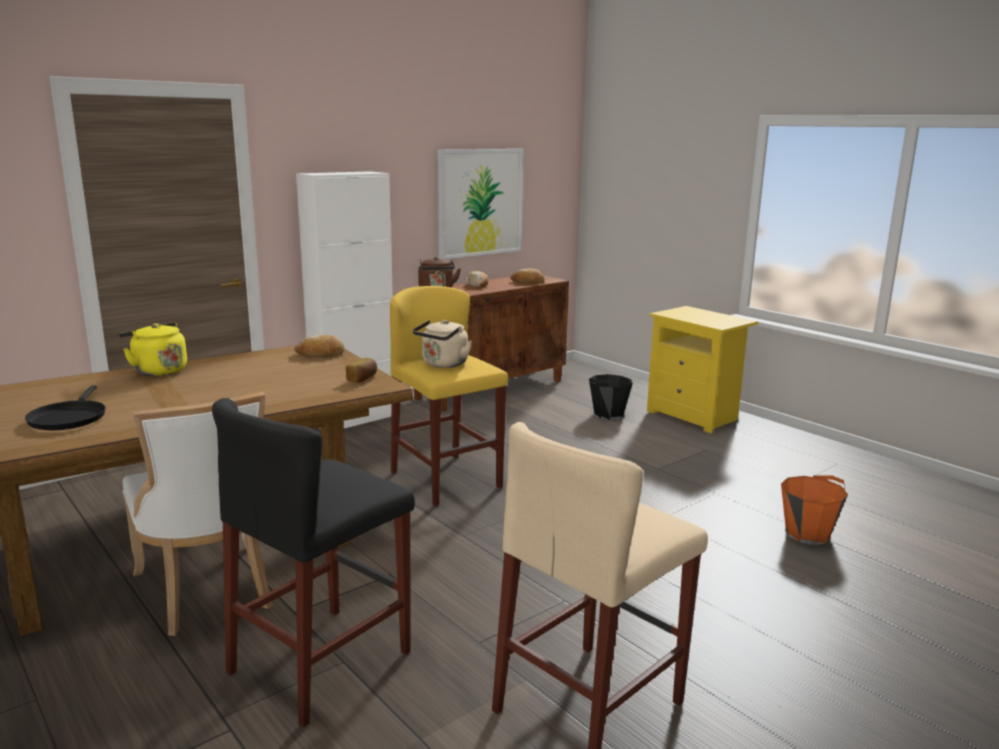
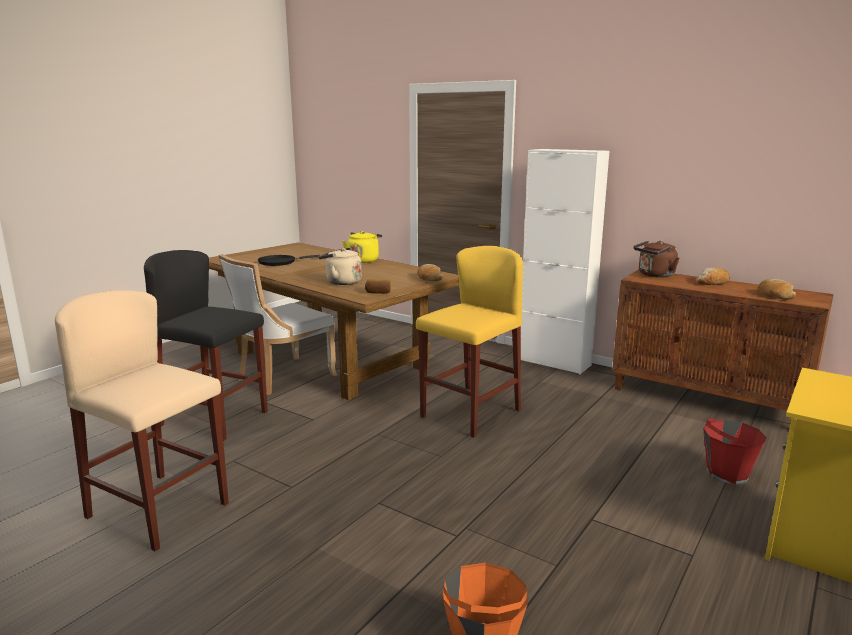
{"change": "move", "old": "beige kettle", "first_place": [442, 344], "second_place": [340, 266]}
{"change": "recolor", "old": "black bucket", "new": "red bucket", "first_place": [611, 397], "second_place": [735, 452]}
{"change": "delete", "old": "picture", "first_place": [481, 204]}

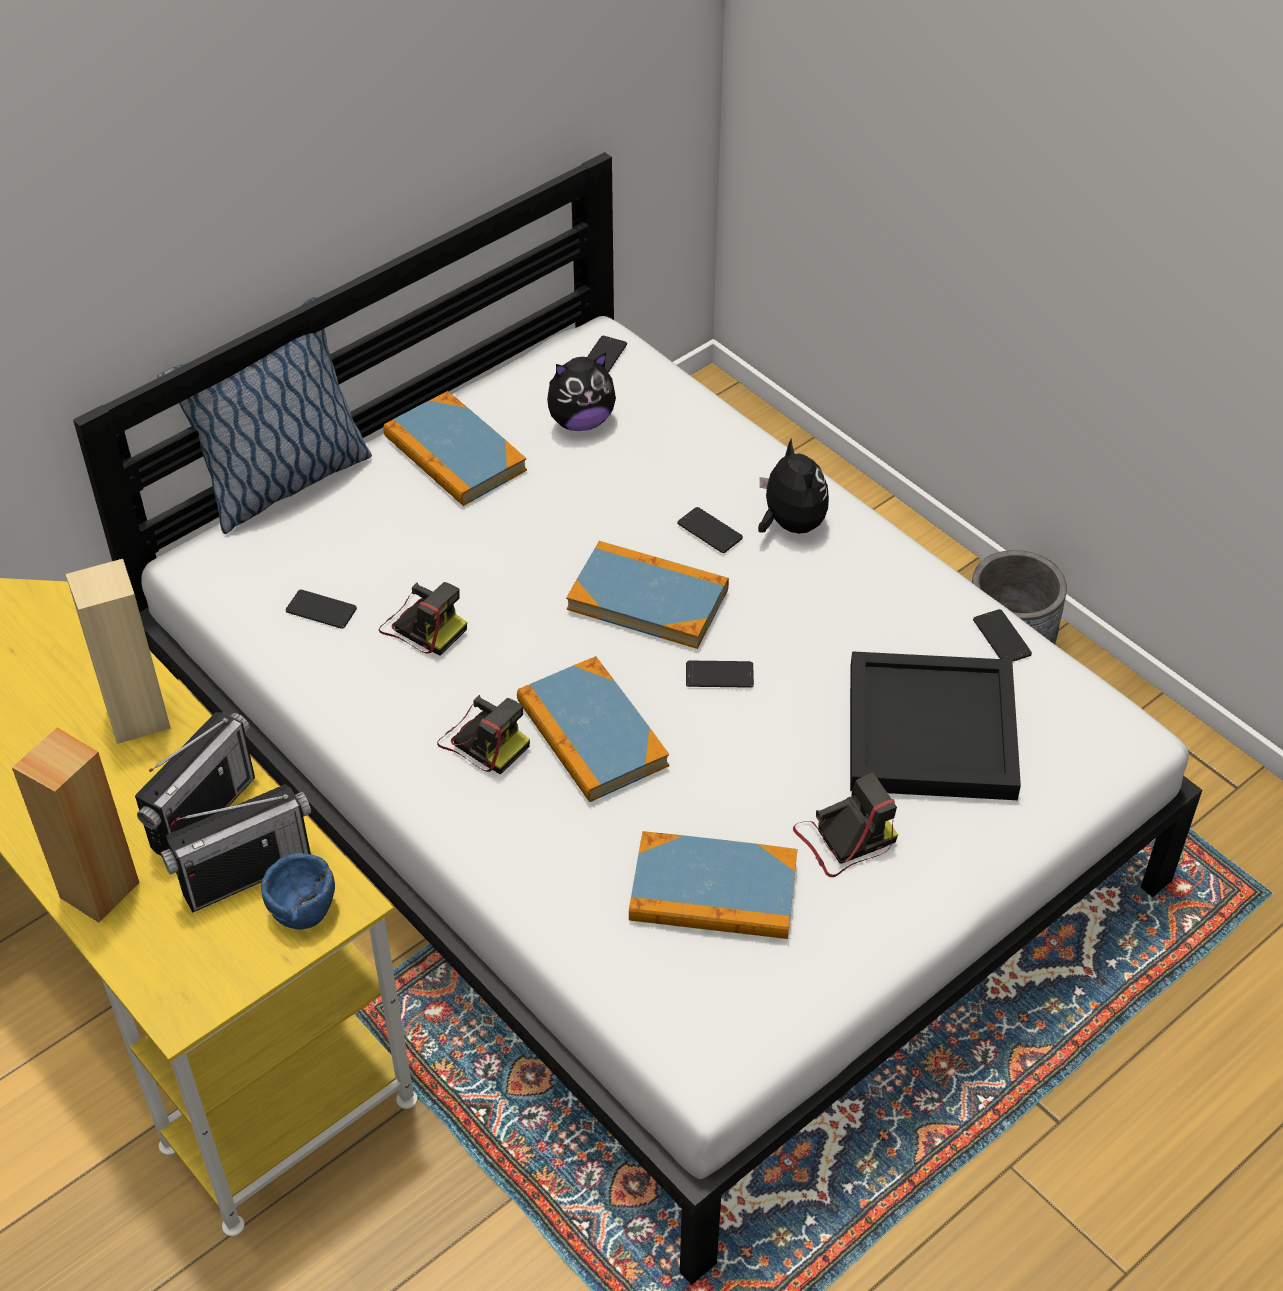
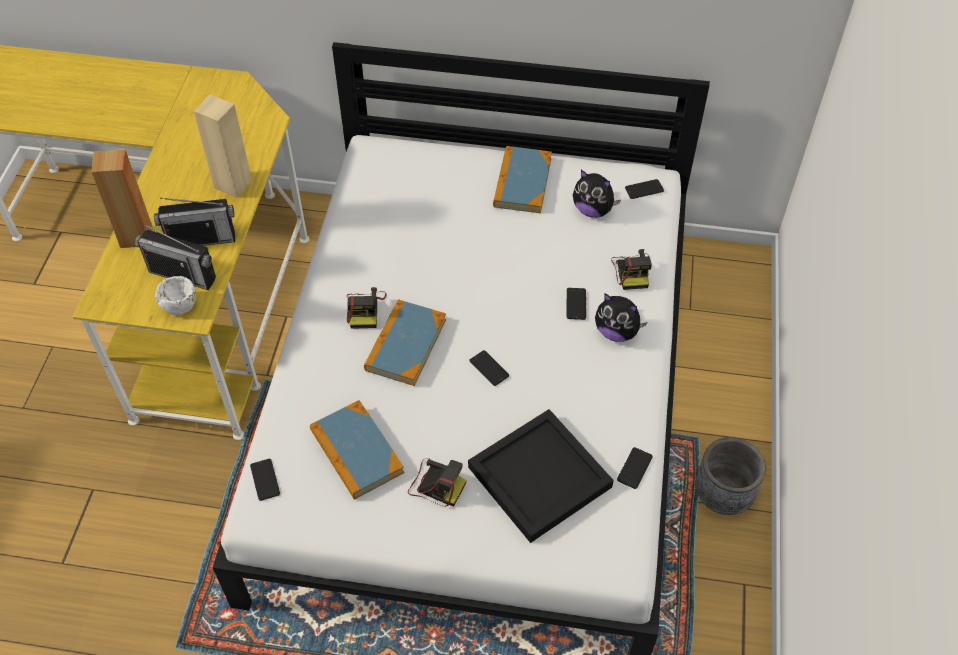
{"change": "recolor", "old": "blue bowl", "new": "white bowl", "first_place": [298, 891], "second_place": [175, 295]}
{"change": "move", "old": "phone", "first_place": [321, 609], "second_place": [265, 480]}
{"change": "rotate", "old": "plush toy", "first_place": [793, 486], "second_place": [621, 317], "degrees": 90}
{"change": "move", "old": "photo camera", "first_place": [423, 619], "second_place": [631, 269]}
{"change": "delete", "old": "pillow", "first_place": [264, 415]}
{"change": "delete", "old": "book", "first_place": [647, 595]}

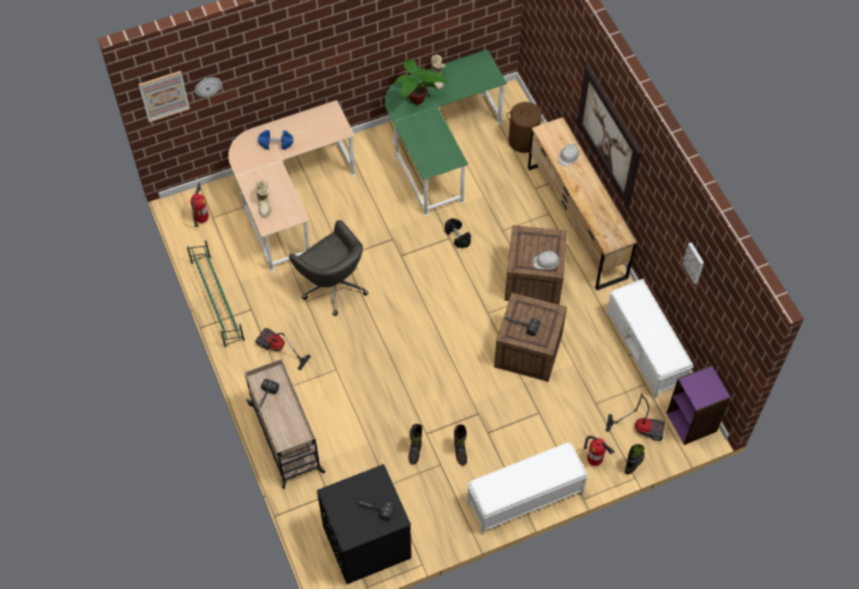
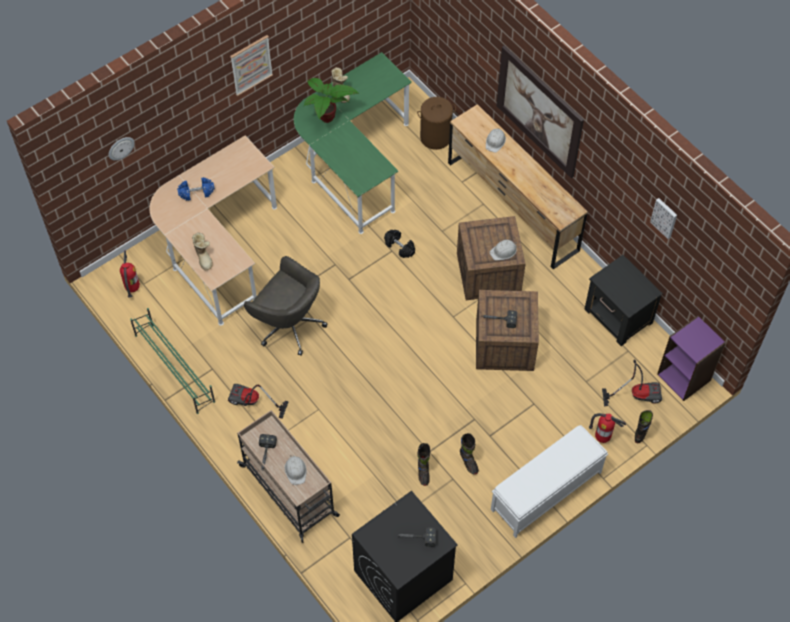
{"change": "move", "old": "picture", "first_place": [164, 96], "second_place": [251, 65]}
{"change": "insert", "new": "white hard hat", "second_place": [296, 470]}
{"change": "replace", "old": "white bench", "new": "black nightstand", "first_place": [650, 339], "second_place": [624, 300]}

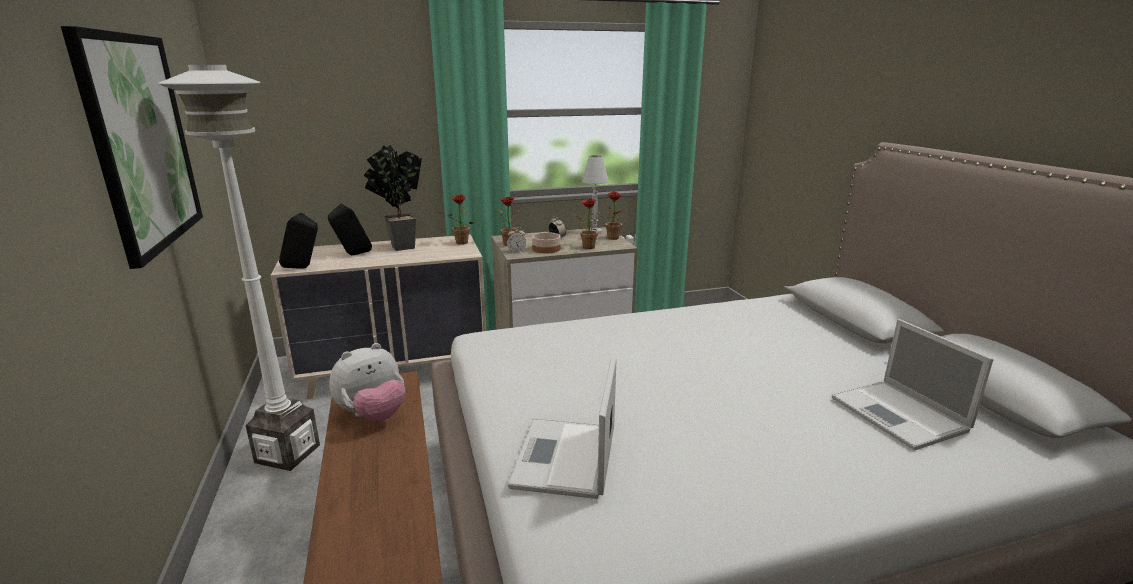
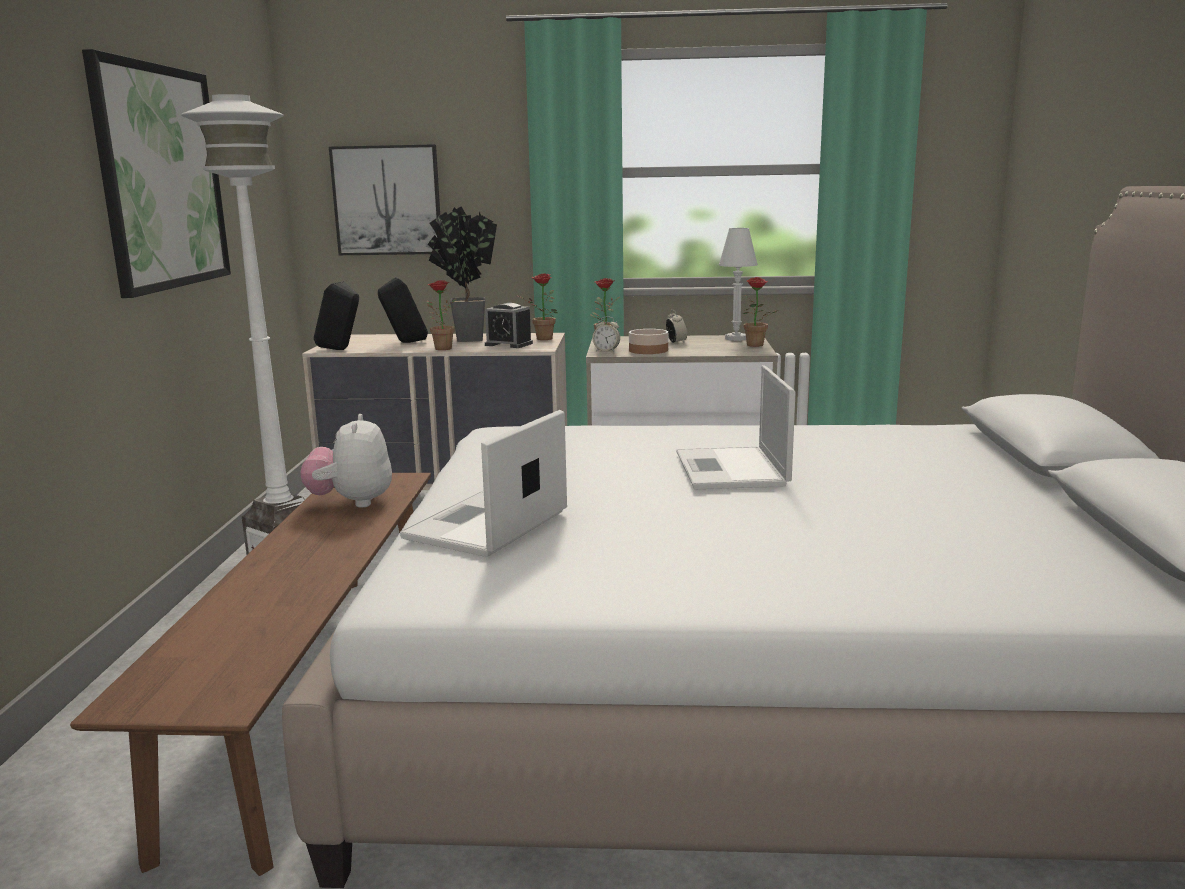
{"change": "rotate", "old": "plush toy", "first_place": [367, 382], "second_place": [346, 461], "degrees": 105}
{"change": "insert", "new": "picture", "second_place": [384, 199]}
{"change": "move", "old": "potted plant", "first_place": [586, 224], "second_place": [441, 315]}
{"change": "insert", "new": "alarm clock", "second_place": [509, 325]}
{"change": "move", "old": "laptop", "first_place": [912, 384], "second_place": [736, 427]}

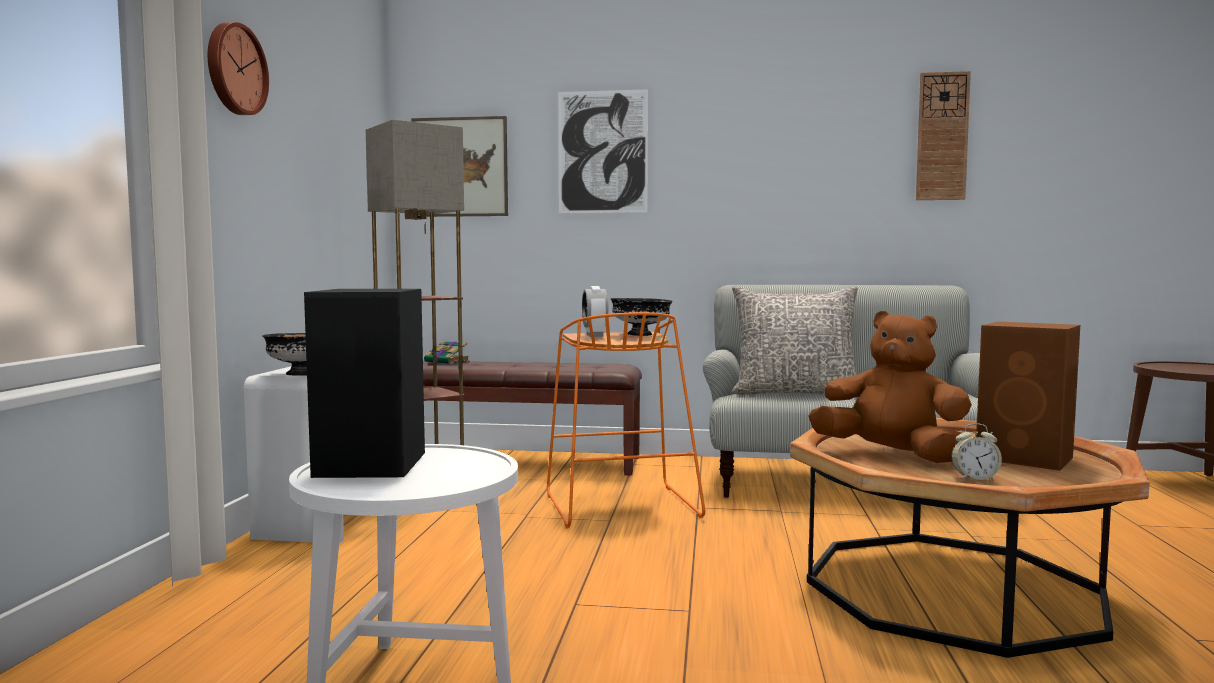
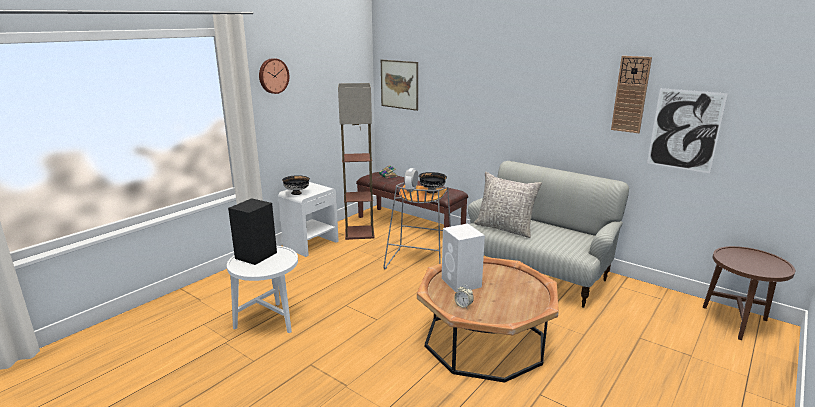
{"change": "recolor", "old": "orange stool", "new": "grey stool", "first_place": [626, 420], "second_place": [417, 226]}
{"change": "replace", "old": "brown plush toy", "new": "white speaker", "first_place": [890, 387], "second_place": [463, 258]}
{"change": "move", "old": "picture", "first_place": [603, 151], "second_place": [687, 130]}
{"change": "delete", "old": "brown speaker", "first_place": [1028, 396]}

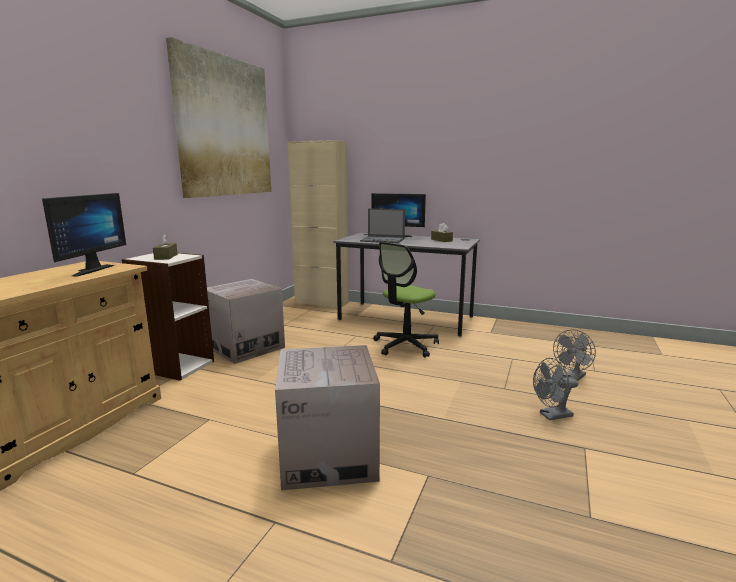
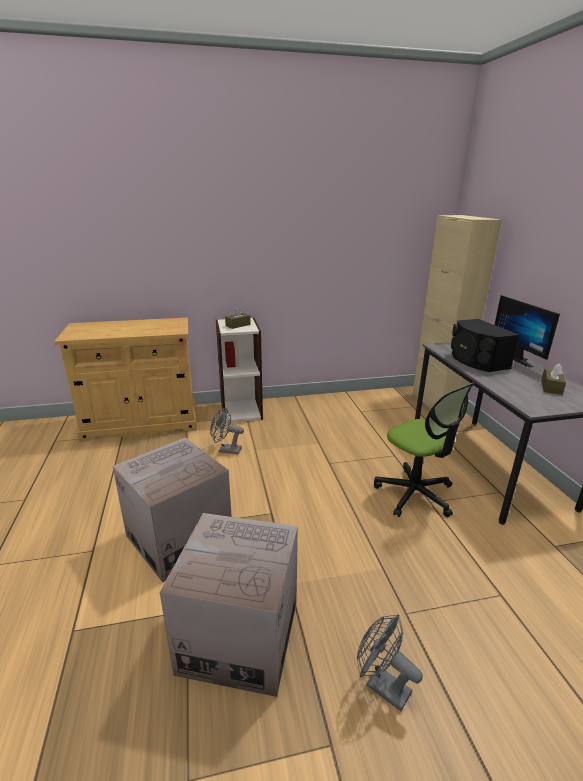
{"change": "move", "old": "cardboard box", "first_place": [246, 321], "second_place": [229, 605]}
{"change": "move", "old": "grey fan", "first_place": [574, 355], "second_place": [227, 431]}
{"change": "rotate", "old": "office chair", "first_place": [406, 300], "second_place": [424, 450], "degrees": -135}
{"change": "replace", "old": "laptop", "new": "black speaker", "first_place": [382, 225], "second_place": [485, 345]}
{"change": "delete", "old": "monitor", "first_place": [84, 235]}
{"change": "delete", "old": "picture", "first_place": [218, 117]}

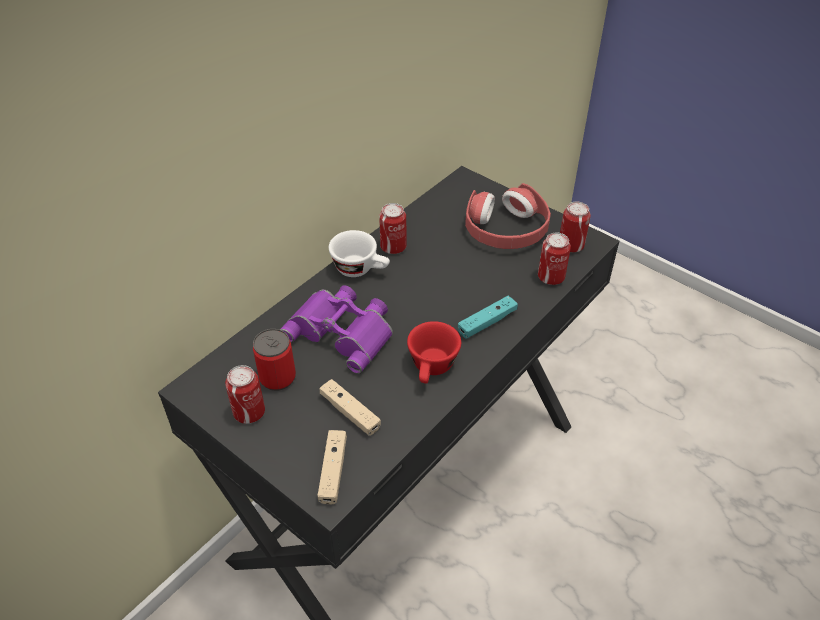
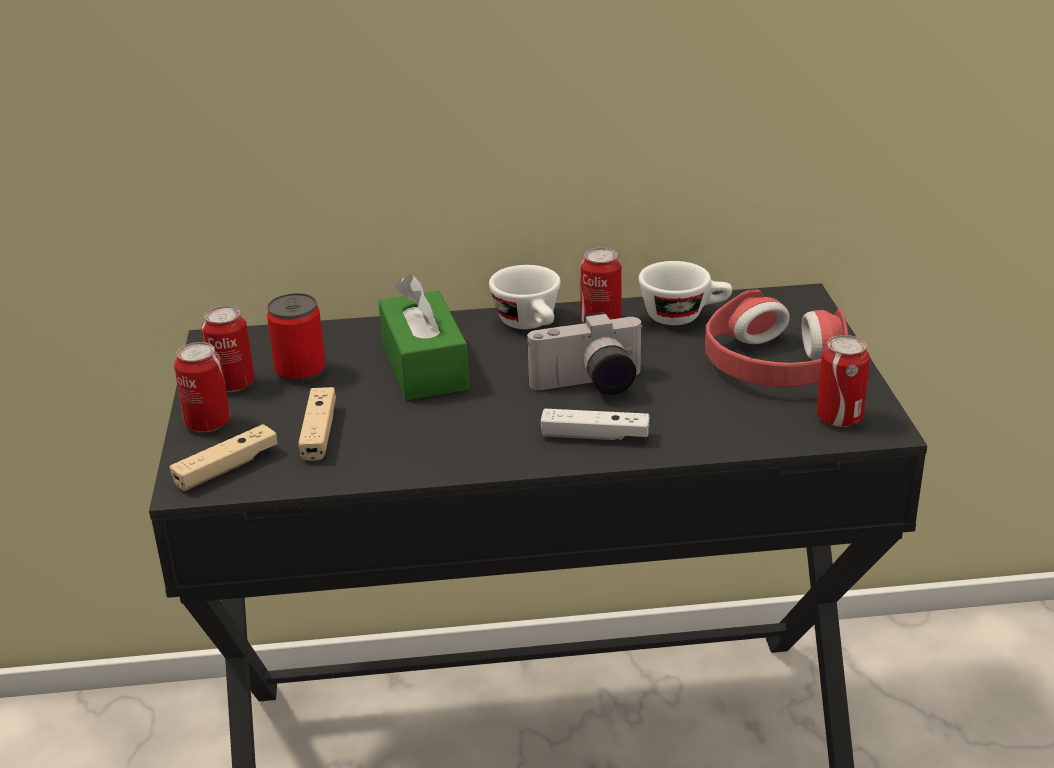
{"change": "move", "old": "can", "first_place": [554, 259], "second_place": [202, 387]}
{"change": "replace", "old": "purple binoculars", "new": "green tissue box", "first_place": [336, 329], "second_place": [423, 337]}
{"change": "insert", "new": "photo camera", "second_place": [585, 353]}
{"change": "recolor", "old": "turquoise game controller", "new": "white game controller", "first_place": [488, 317], "second_place": [595, 424]}
{"change": "insert", "new": "white cup", "second_place": [685, 293]}
{"change": "delete", "old": "red cup", "first_place": [434, 352]}

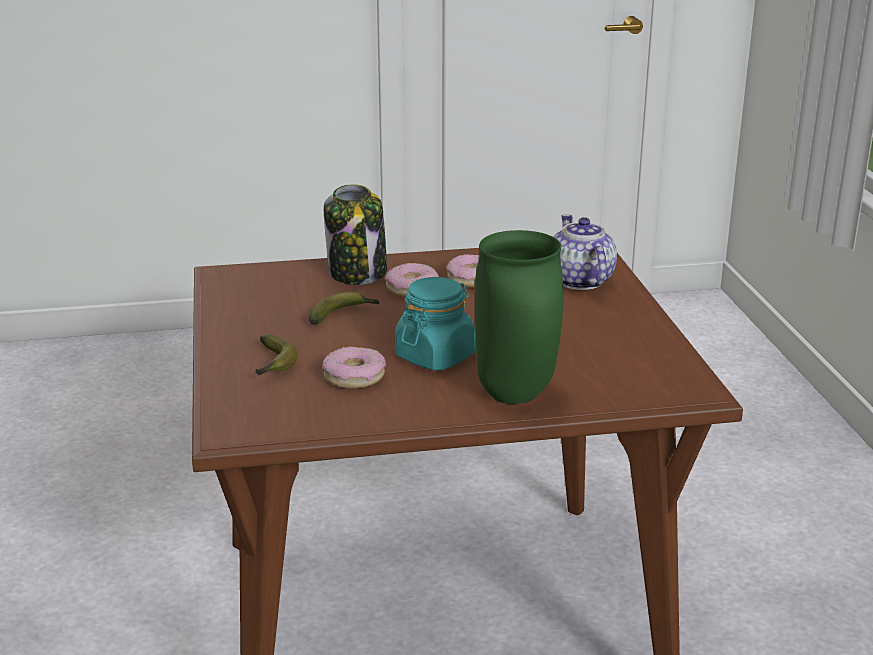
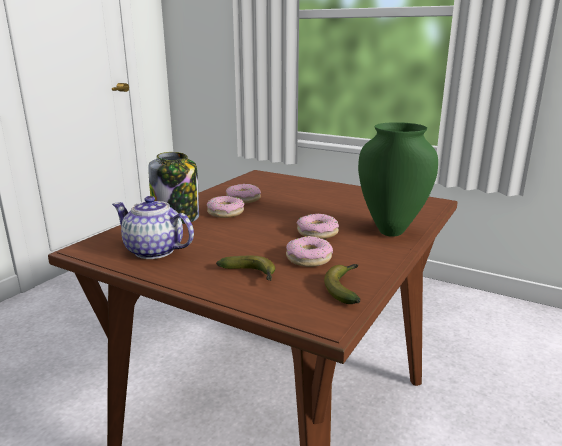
{"change": "move", "old": "teapot", "first_place": [585, 252], "second_place": [153, 227]}
{"change": "replace", "old": "turquoise jar", "new": "donut", "first_place": [435, 324], "second_place": [318, 226]}
{"change": "move", "old": "banana", "first_place": [344, 308], "second_place": [342, 284]}

